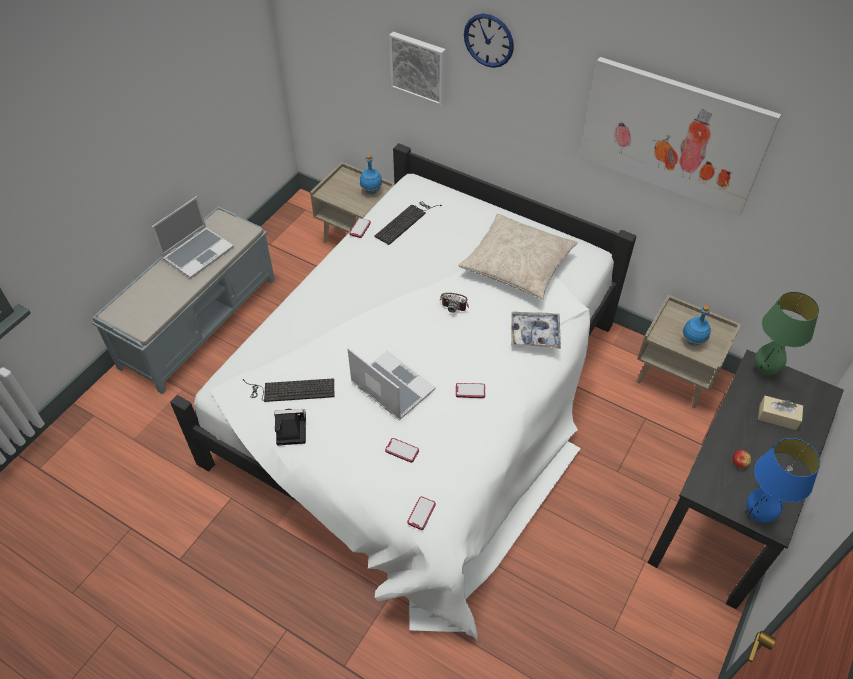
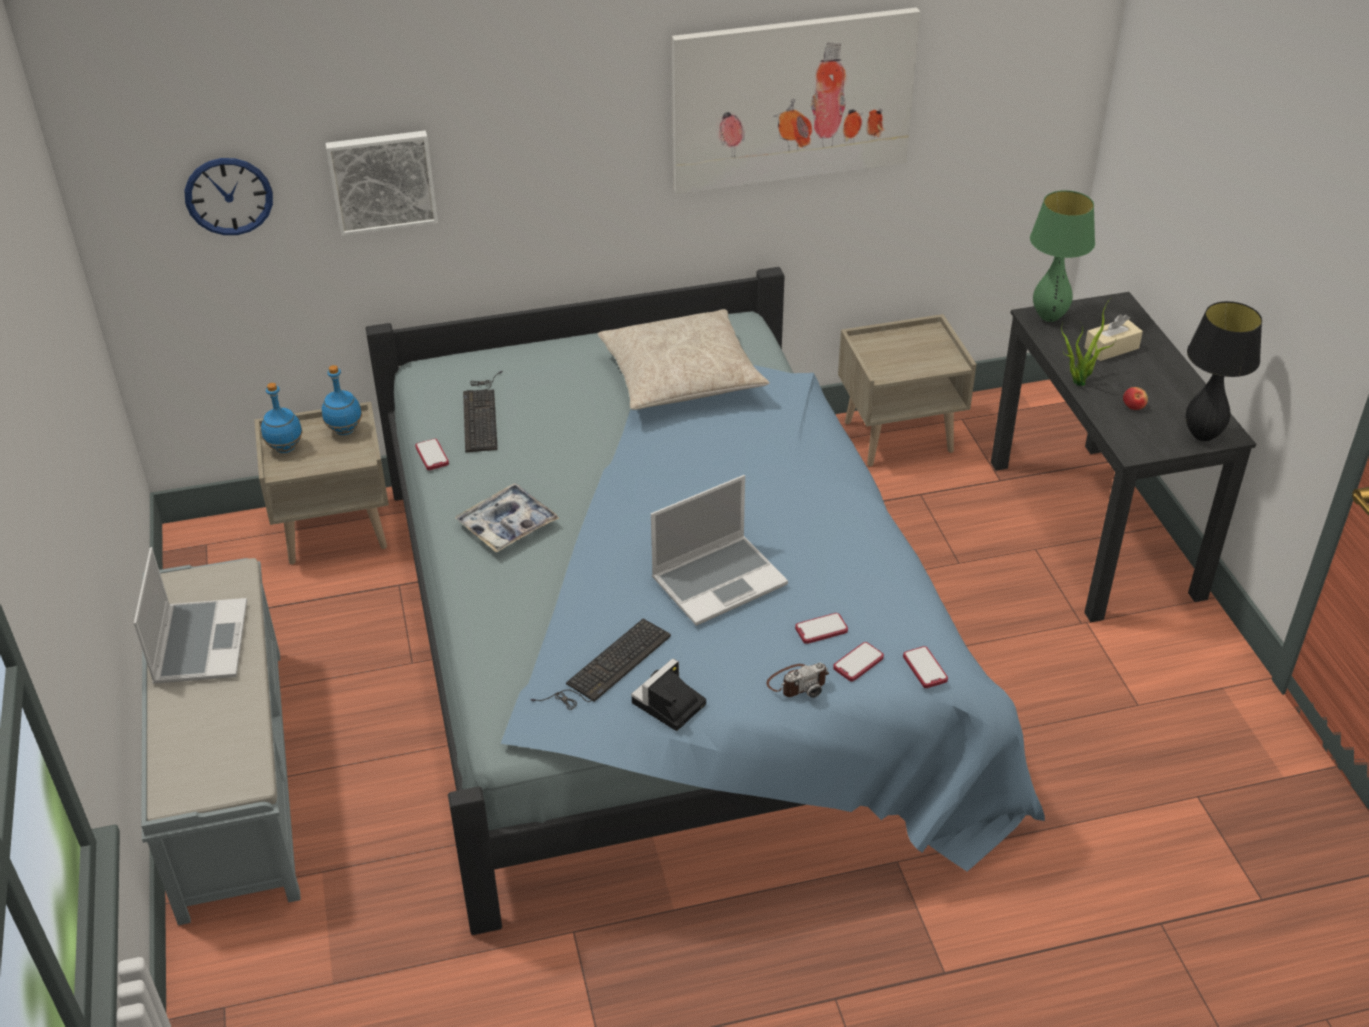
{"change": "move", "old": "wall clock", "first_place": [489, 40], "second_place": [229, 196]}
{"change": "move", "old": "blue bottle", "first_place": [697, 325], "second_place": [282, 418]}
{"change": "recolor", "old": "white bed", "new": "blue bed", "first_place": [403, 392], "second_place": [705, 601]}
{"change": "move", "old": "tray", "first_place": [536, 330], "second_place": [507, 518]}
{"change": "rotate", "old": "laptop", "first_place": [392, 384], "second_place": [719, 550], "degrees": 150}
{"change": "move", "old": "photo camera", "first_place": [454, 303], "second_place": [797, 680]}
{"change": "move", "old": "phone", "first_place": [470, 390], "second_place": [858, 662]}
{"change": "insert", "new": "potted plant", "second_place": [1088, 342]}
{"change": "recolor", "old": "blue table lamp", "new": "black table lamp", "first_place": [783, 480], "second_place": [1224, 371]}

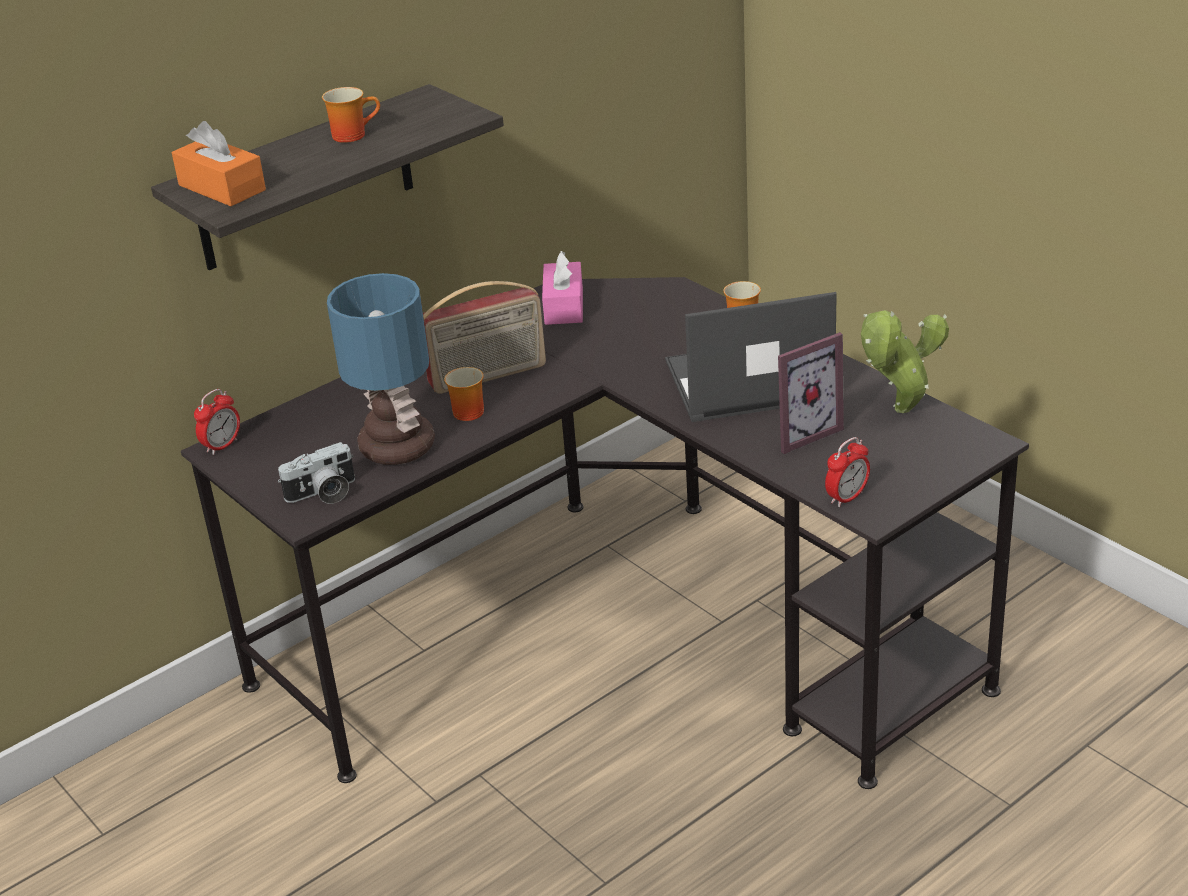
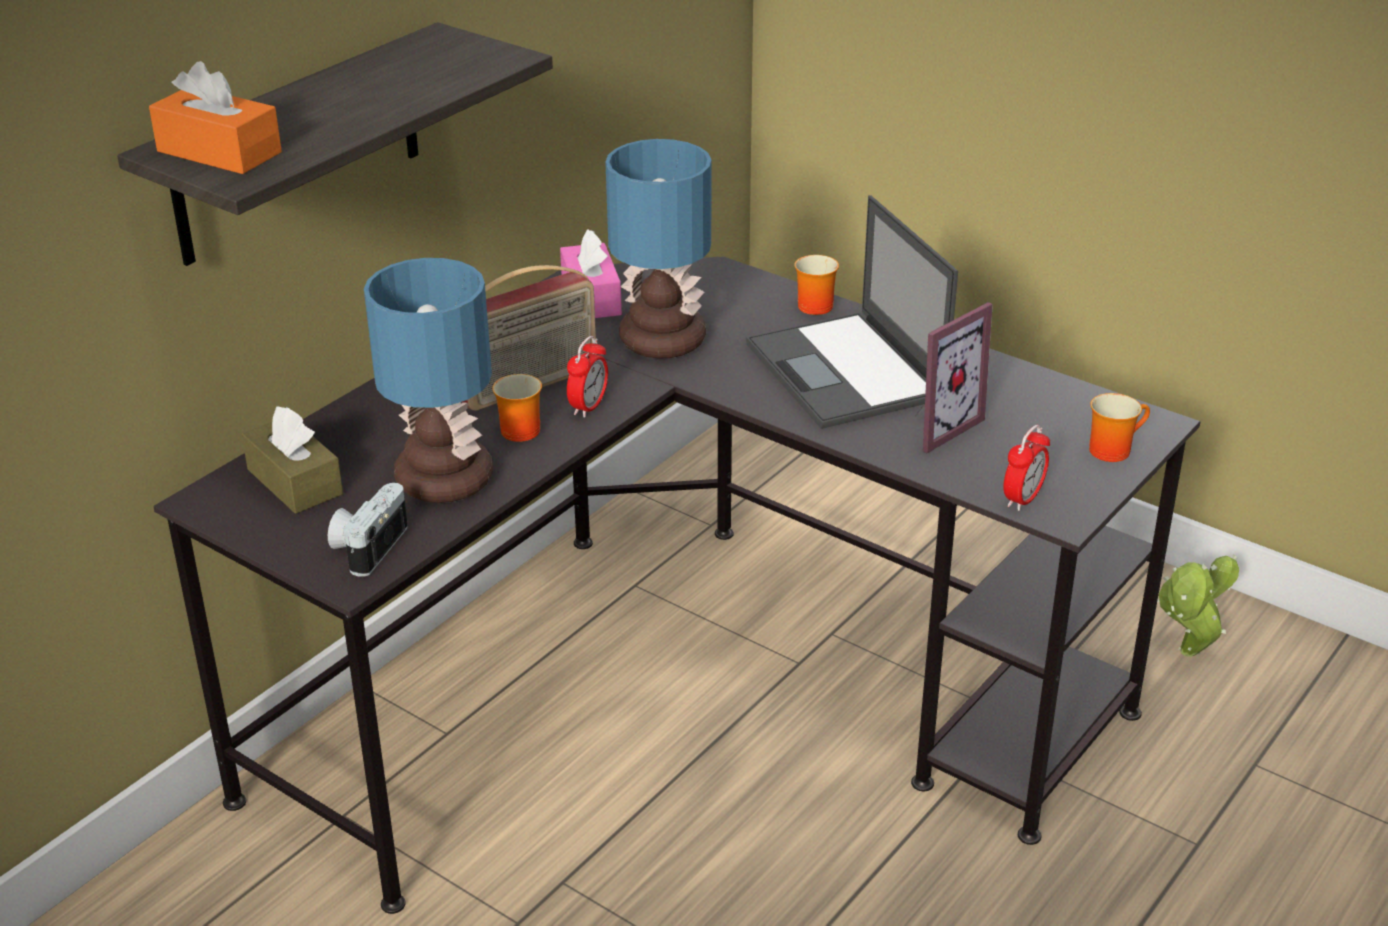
{"change": "insert", "new": "brown tissue box", "second_place": [292, 460]}
{"change": "rotate", "old": "photo camera", "first_place": [316, 473], "second_place": [368, 529], "degrees": 150}
{"change": "move", "old": "alarm clock", "first_place": [217, 422], "second_place": [587, 377]}
{"change": "insert", "new": "table lamp", "second_place": [658, 249]}
{"change": "rotate", "old": "laptop", "first_place": [751, 357], "second_place": [852, 312], "degrees": -90}
{"change": "move", "old": "mug", "first_place": [351, 115], "second_place": [1119, 427]}
{"change": "move", "old": "potted plant", "first_place": [905, 361], "second_place": [1198, 605]}

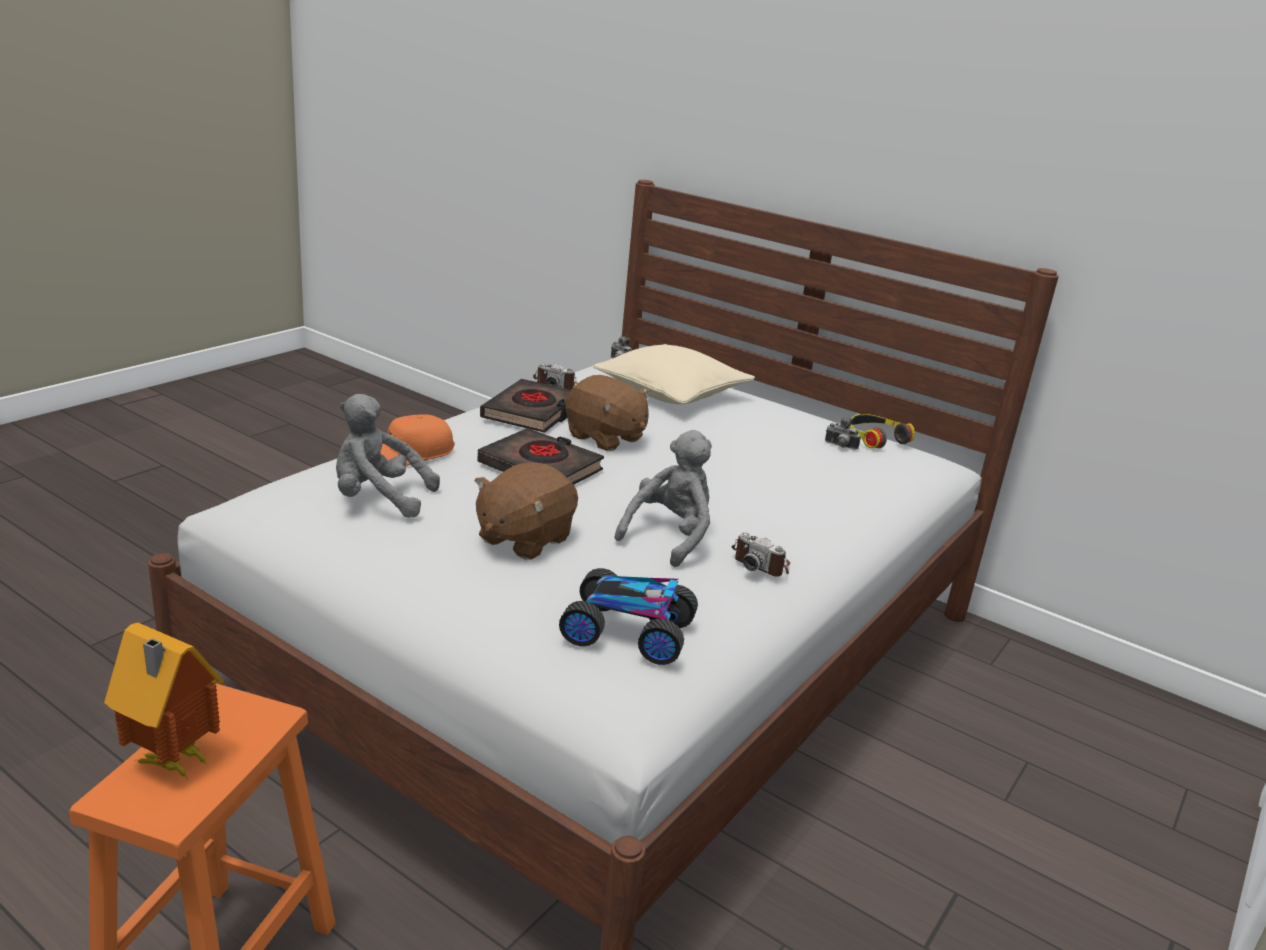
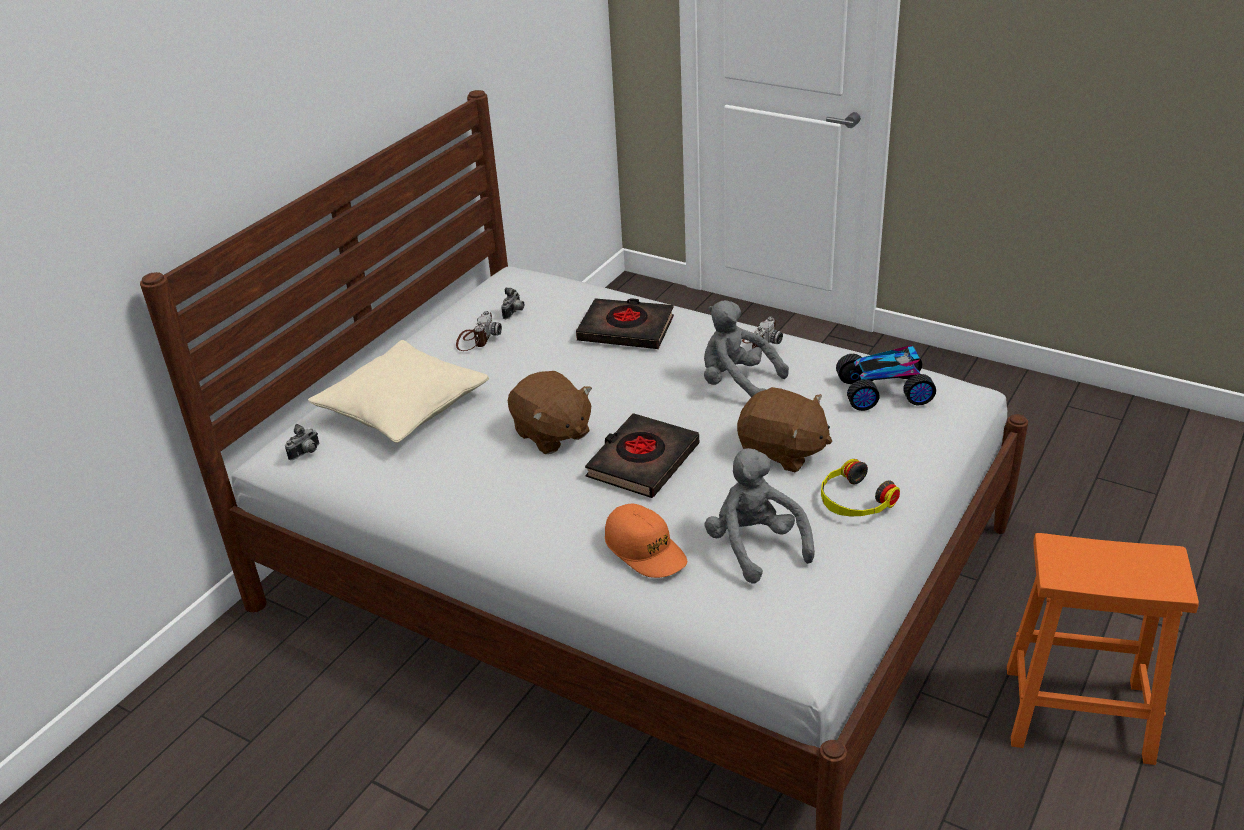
{"change": "move", "old": "photo camera", "first_place": [555, 376], "second_place": [479, 331]}
{"change": "rotate", "old": "brown plush toy", "first_place": [608, 413], "second_place": [550, 412], "degrees": 105}
{"change": "move", "old": "black book", "first_place": [525, 406], "second_place": [625, 323]}
{"change": "rotate", "old": "grey plush toy", "first_place": [388, 456], "second_place": [759, 516], "degrees": 150}
{"change": "move", "old": "headphones", "first_place": [882, 431], "second_place": [860, 488]}
{"change": "rotate", "old": "toy car", "first_place": [628, 616], "second_place": [886, 378], "degrees": 75}
{"change": "delete", "old": "toy house", "first_place": [164, 701]}

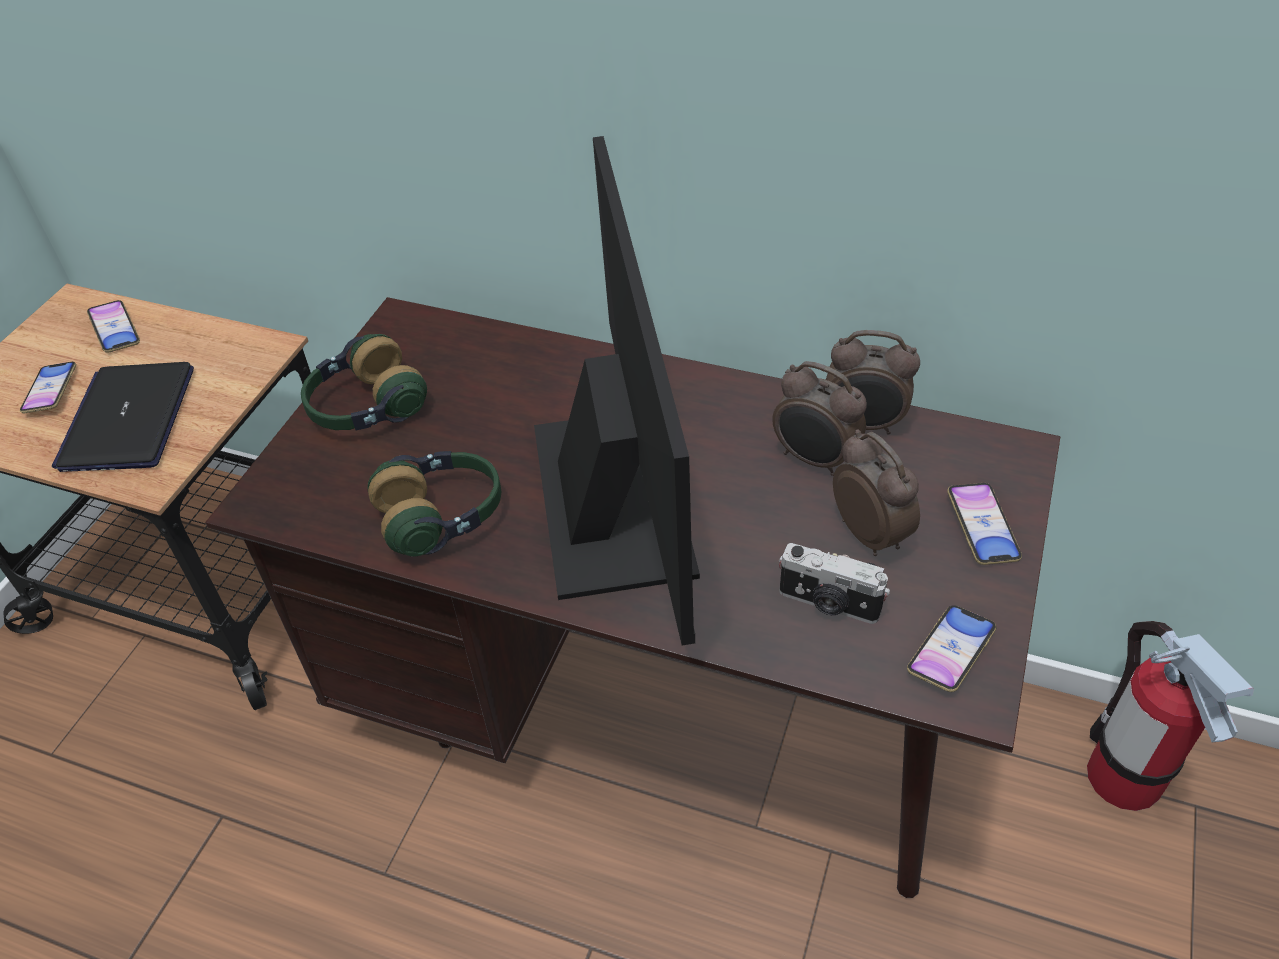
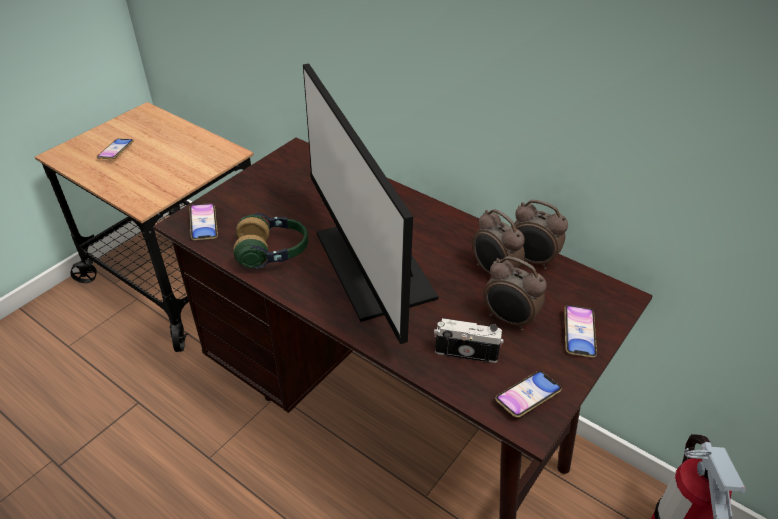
{"change": "move", "old": "phone", "first_place": [113, 326], "second_place": [203, 222]}
{"change": "rotate", "old": "monitor", "first_place": [617, 391], "second_place": [371, 203], "degrees": 150}
{"change": "rotate", "old": "photo camera", "first_place": [834, 583], "second_place": [469, 340], "degrees": 150}
{"change": "rotate", "old": "alarm clock", "first_place": [876, 492], "second_place": [515, 293], "degrees": 135}
{"change": "delete", "old": "laptop", "first_place": [123, 417]}
{"change": "delete", "old": "headphones", "first_place": [364, 382]}

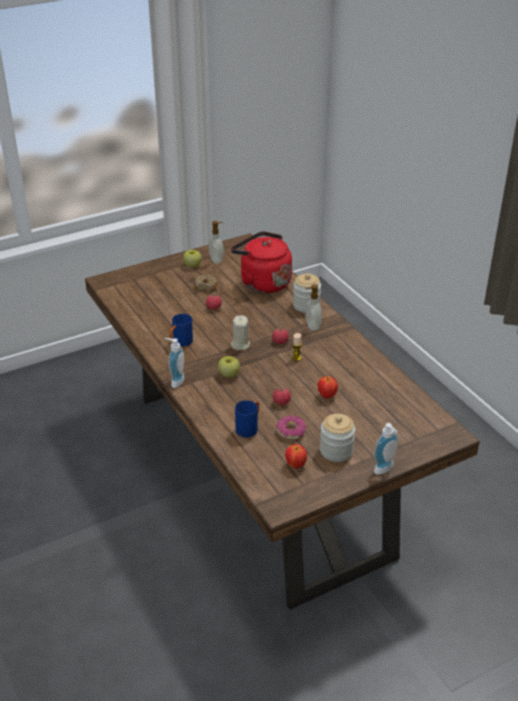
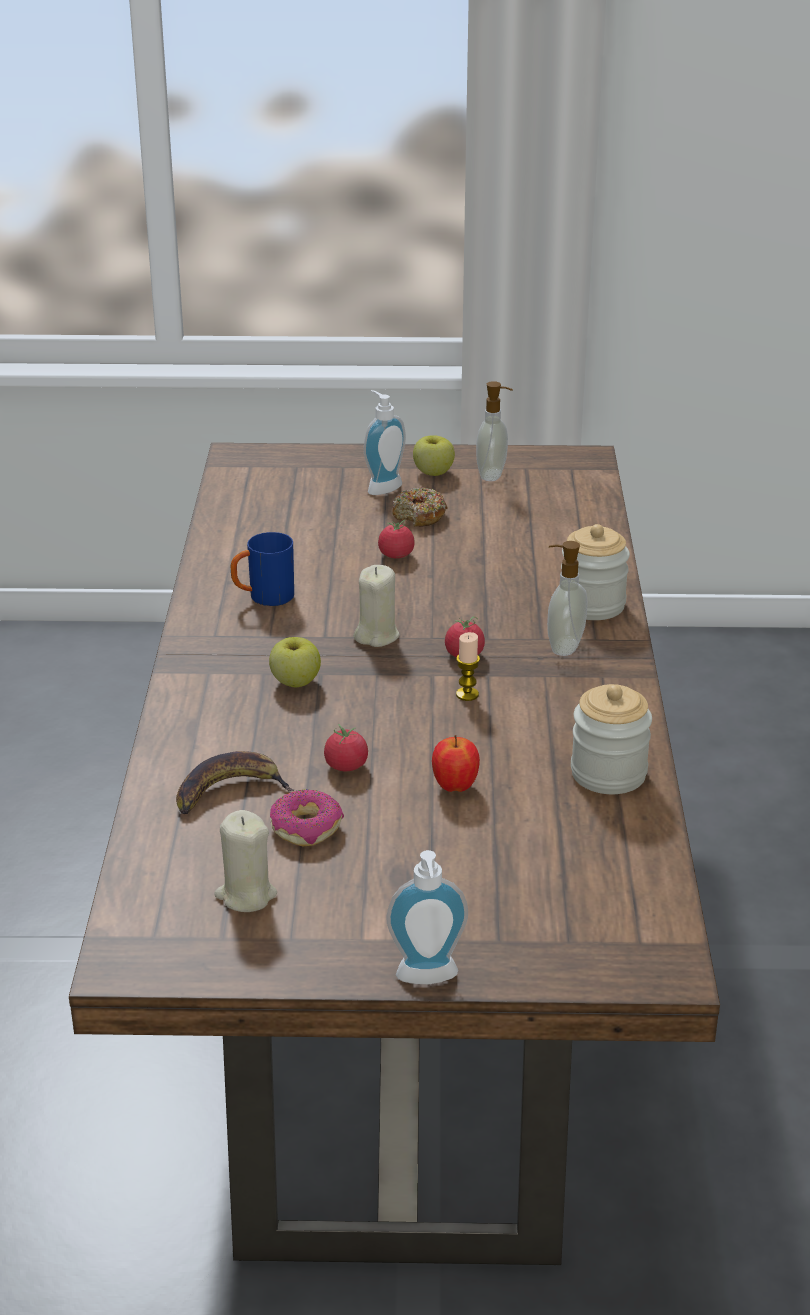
{"change": "replace", "old": "blue mug", "new": "banana", "first_place": [247, 419], "second_place": [235, 782]}
{"change": "replace", "old": "apple", "new": "beige candle", "first_place": [296, 456], "second_place": [245, 861]}
{"change": "move", "old": "soap dispenser", "first_place": [174, 363], "second_place": [385, 442]}
{"change": "move", "old": "jar", "first_place": [337, 438], "second_place": [611, 739]}
{"change": "delete", "old": "red kettle", "first_place": [261, 262]}

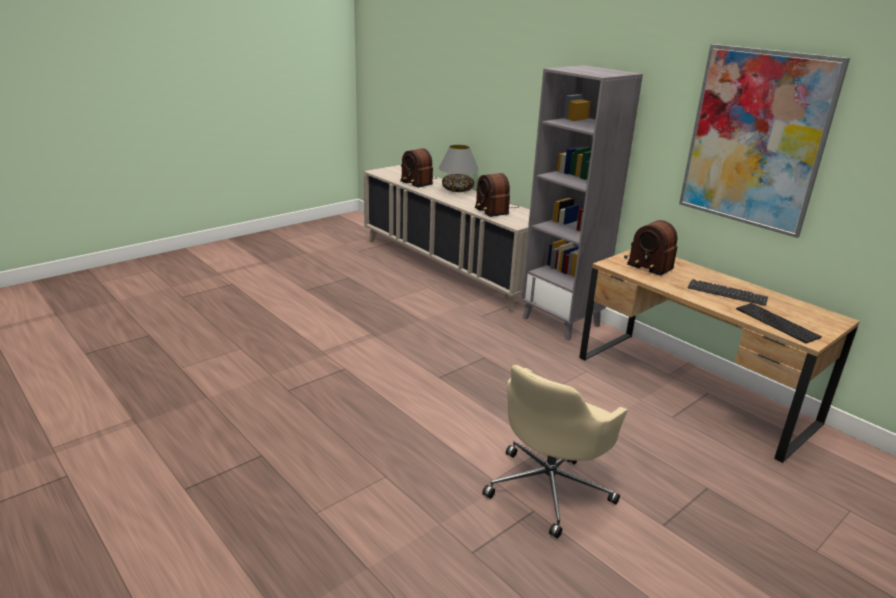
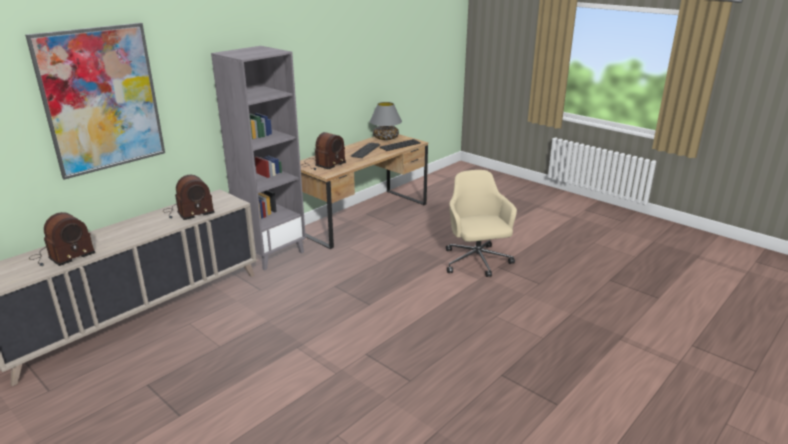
{"change": "move", "old": "picture", "first_place": [764, 141], "second_place": [95, 101]}
{"change": "move", "old": "grey table lamp", "first_place": [459, 168], "second_place": [386, 121]}
{"change": "rotate", "old": "beige office chair", "first_place": [555, 451], "second_place": [481, 223], "degrees": -135}

